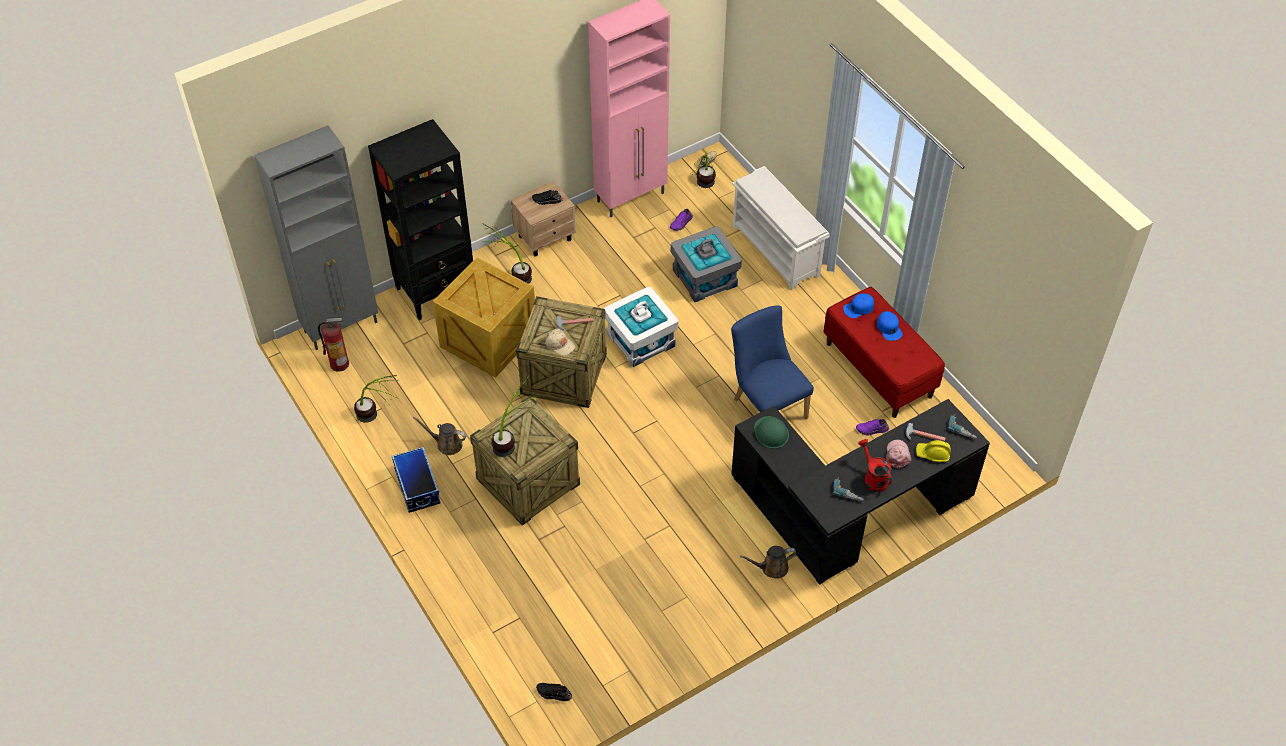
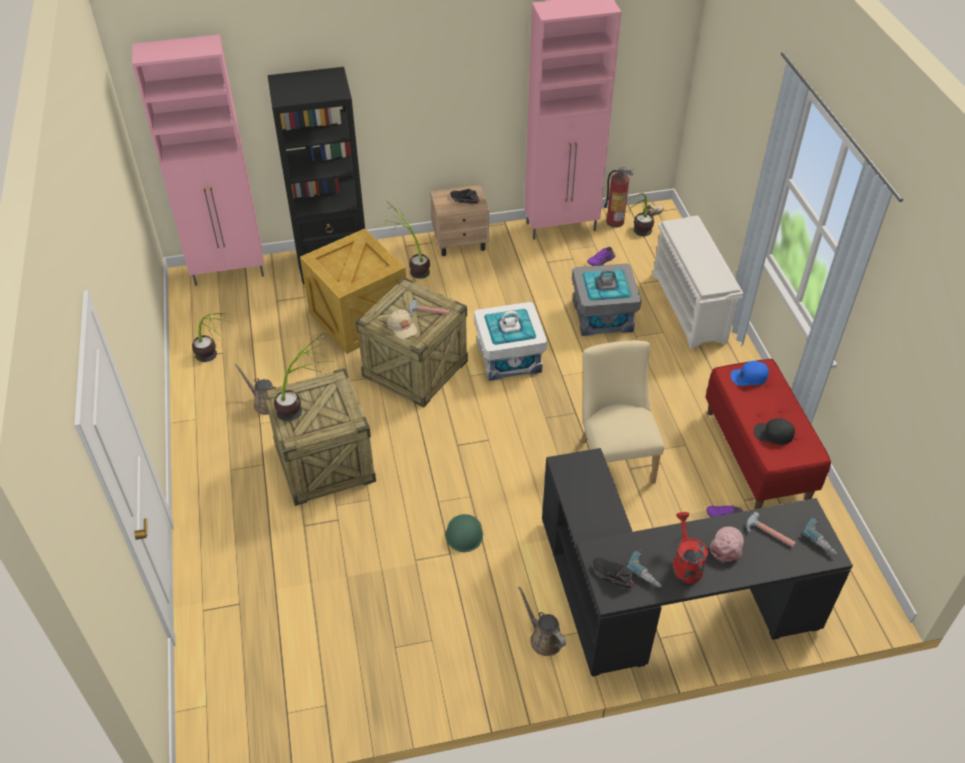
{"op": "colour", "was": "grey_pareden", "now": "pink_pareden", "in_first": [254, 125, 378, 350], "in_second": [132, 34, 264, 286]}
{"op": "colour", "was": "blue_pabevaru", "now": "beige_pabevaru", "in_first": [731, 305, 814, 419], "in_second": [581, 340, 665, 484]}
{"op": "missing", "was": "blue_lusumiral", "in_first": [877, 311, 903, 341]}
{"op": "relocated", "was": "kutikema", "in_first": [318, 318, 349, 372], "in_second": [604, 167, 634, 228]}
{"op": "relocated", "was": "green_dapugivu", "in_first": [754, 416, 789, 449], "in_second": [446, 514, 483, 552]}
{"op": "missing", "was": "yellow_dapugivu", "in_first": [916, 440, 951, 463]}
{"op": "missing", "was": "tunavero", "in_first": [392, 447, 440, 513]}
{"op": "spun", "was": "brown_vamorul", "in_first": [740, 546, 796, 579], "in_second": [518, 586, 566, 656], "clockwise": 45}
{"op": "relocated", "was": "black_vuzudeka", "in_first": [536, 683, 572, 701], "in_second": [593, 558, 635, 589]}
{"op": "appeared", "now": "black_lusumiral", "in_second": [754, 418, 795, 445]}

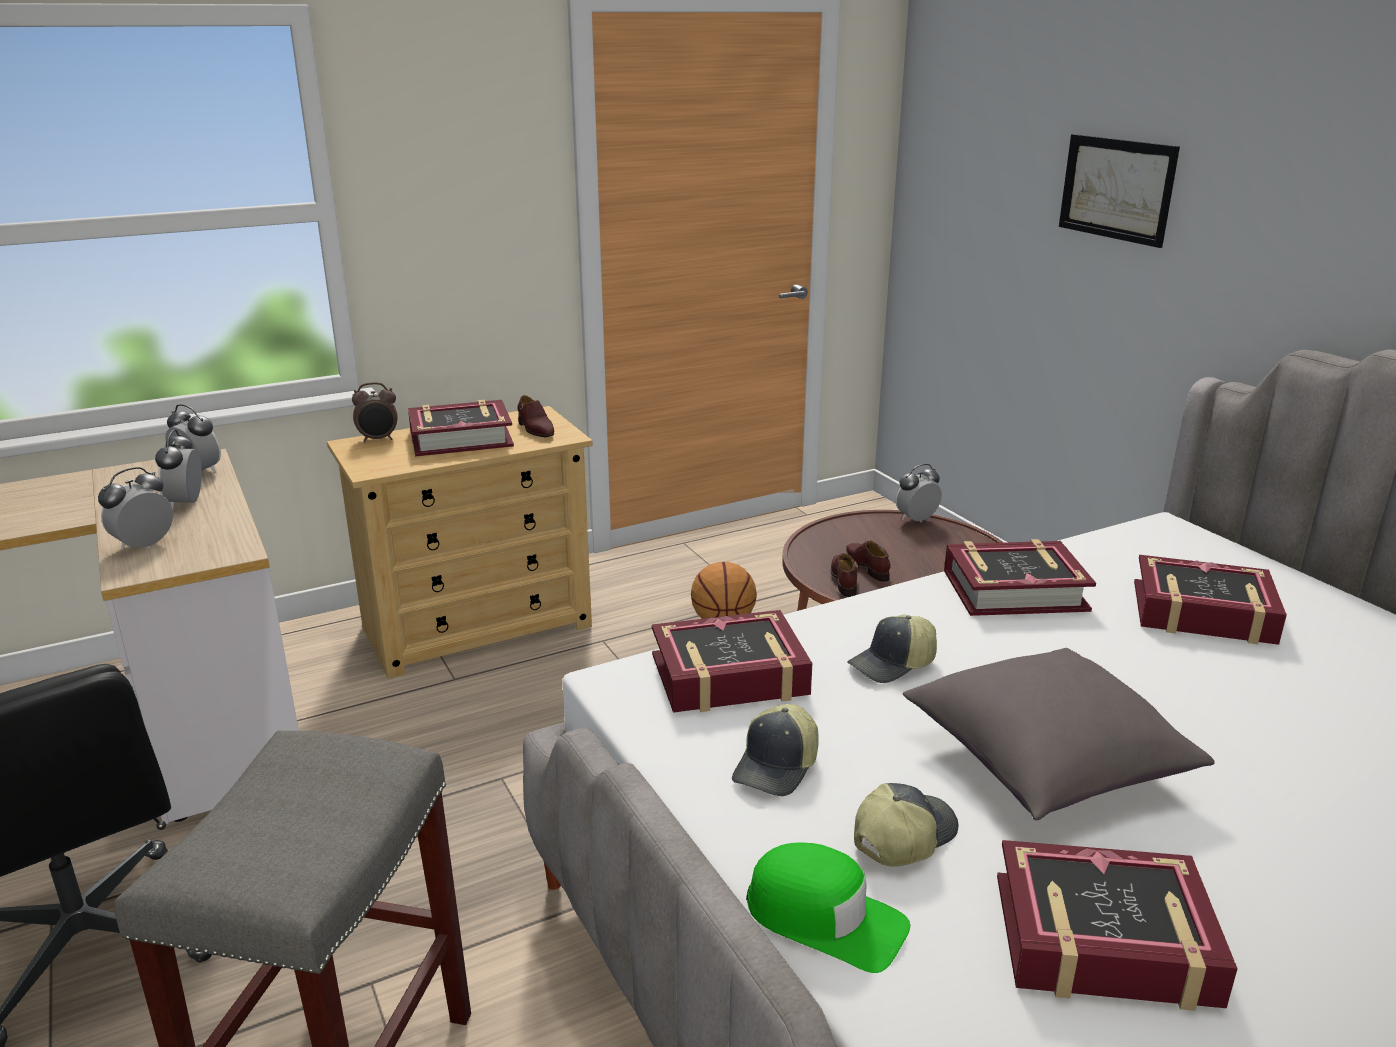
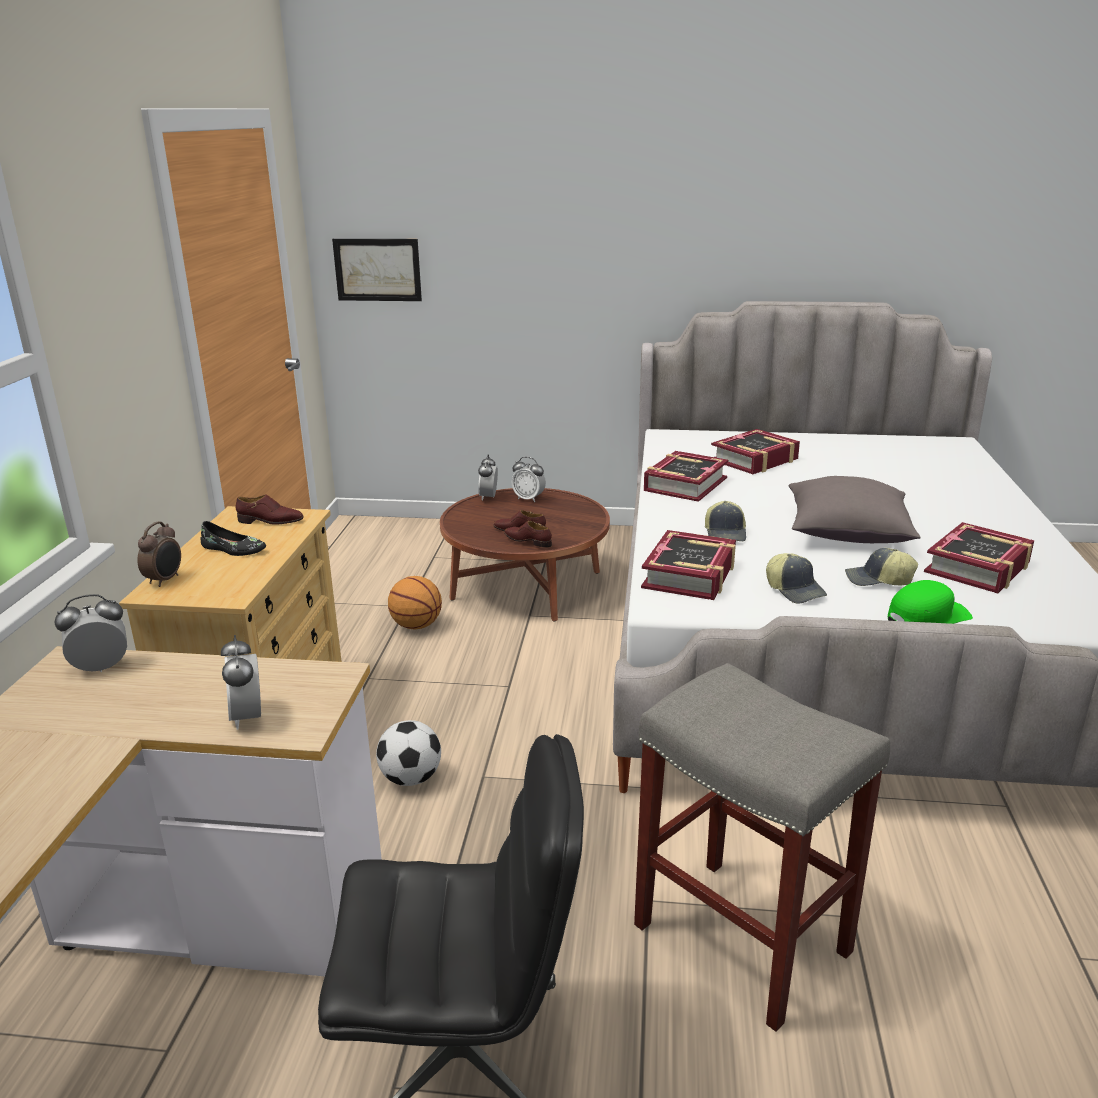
{"op": "relocated", "was": "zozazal", "in_first": [1059, 134, 1180, 248], "in_second": [332, 239, 422, 301]}
{"op": "exchanged", "was": "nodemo", "now": "black_vuzudeka", "in_first": [408, 400, 514, 456], "in_second": [201, 521, 266, 556]}
{"op": "relocated", "was": "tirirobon", "in_first": [155, 430, 202, 510], "in_second": [512, 457, 546, 502]}
{"op": "spun", "was": "lusumiral", "in_first": [854, 783, 958, 867], "in_second": [845, 548, 918, 586], "clockwise": -75}
{"op": "appeared", "now": "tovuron", "in_second": [376, 720, 441, 786]}

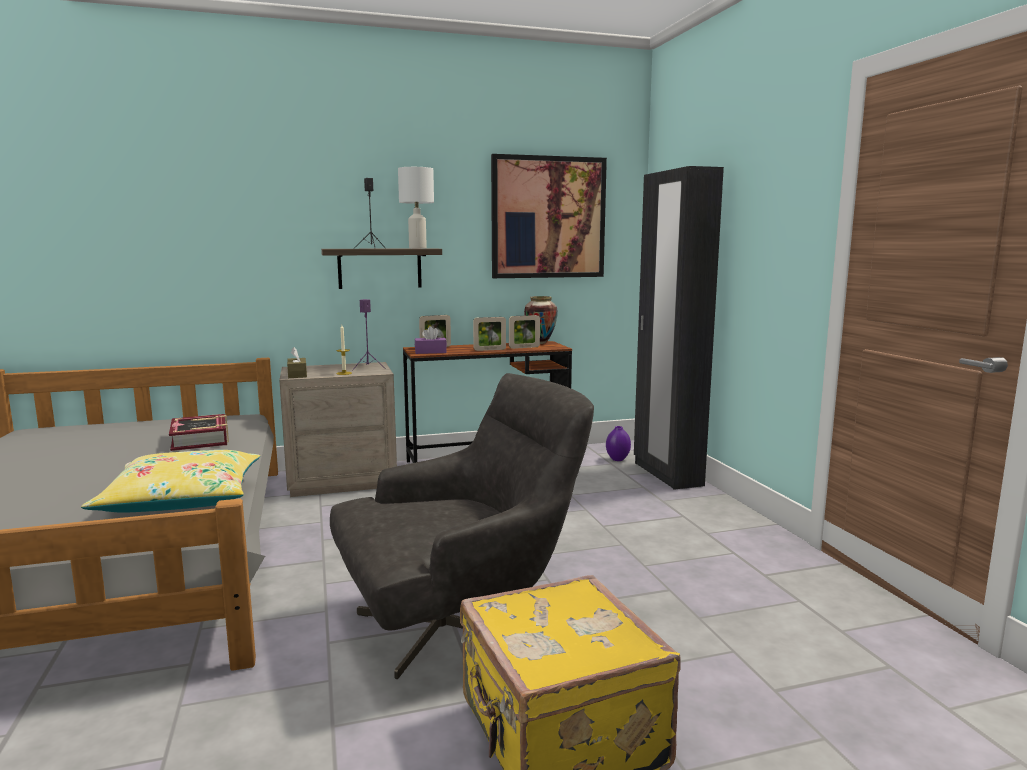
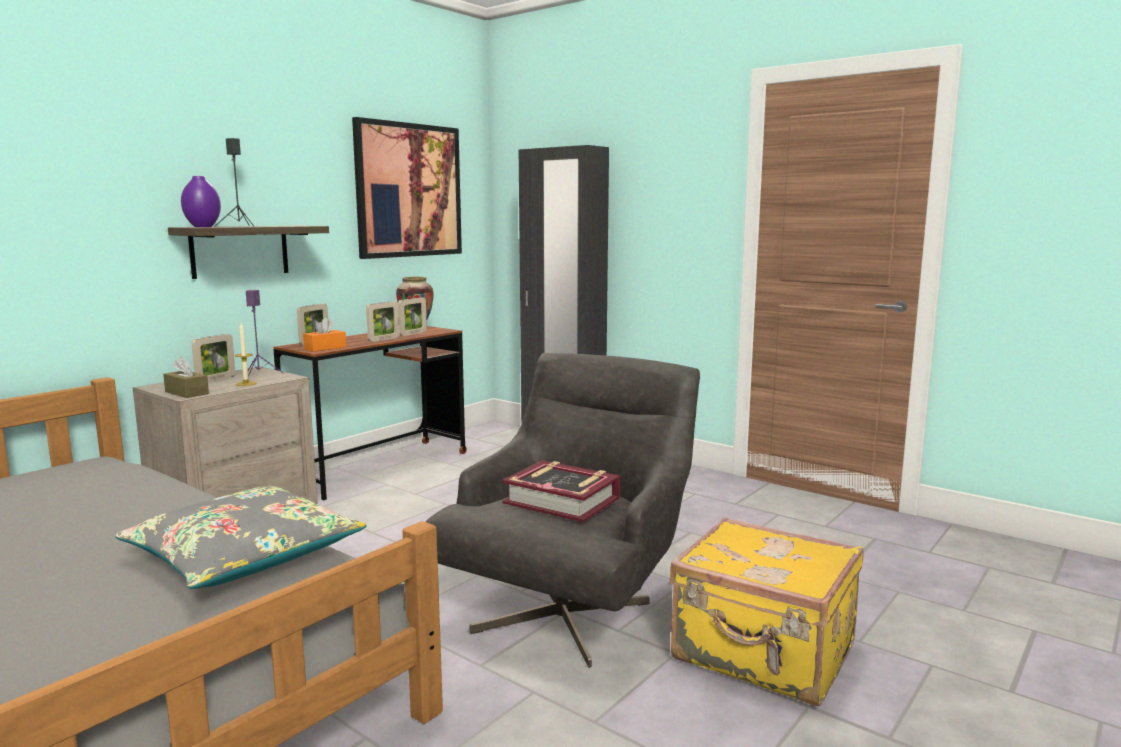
{"op": "missing", "was": "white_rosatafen", "in_first": [398, 167, 434, 248]}
{"op": "colour", "was": "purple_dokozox", "now": "orange_dokozox", "in_first": [415, 326, 447, 354], "in_second": [303, 318, 346, 352]}
{"op": "relocated", "was": "nodemo", "in_first": [169, 414, 229, 451], "in_second": [502, 460, 620, 522]}
{"op": "relocated", "was": "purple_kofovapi", "in_first": [606, 426, 631, 461], "in_second": [181, 176, 221, 227]}
{"op": "colour", "was": "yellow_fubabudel", "now": "grey_fubabudel", "in_first": [81, 450, 260, 512], "in_second": [115, 486, 366, 589]}
{"op": "appeared", "now": "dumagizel", "in_second": [191, 334, 236, 382]}

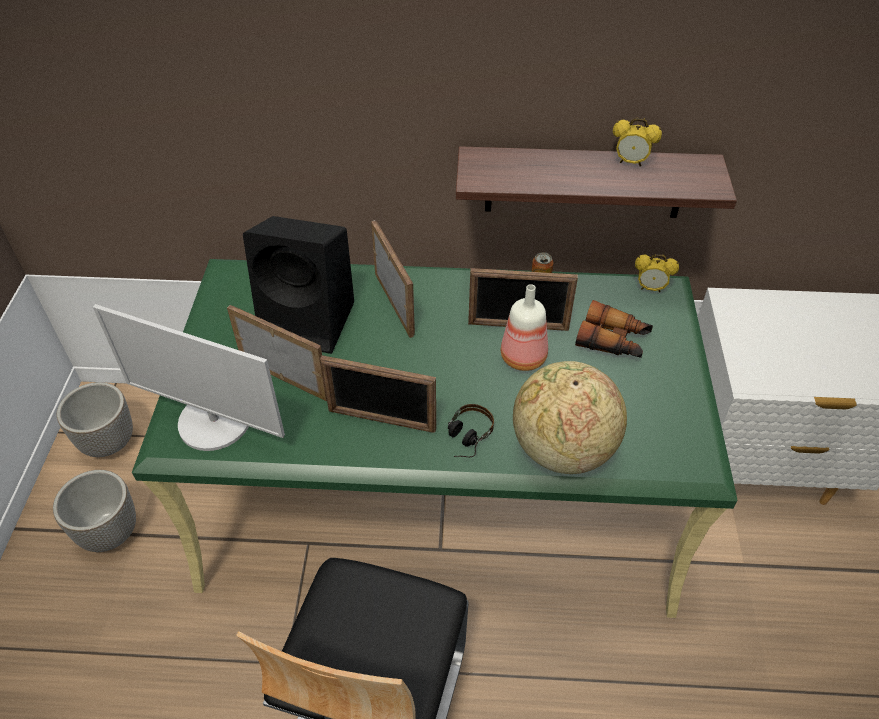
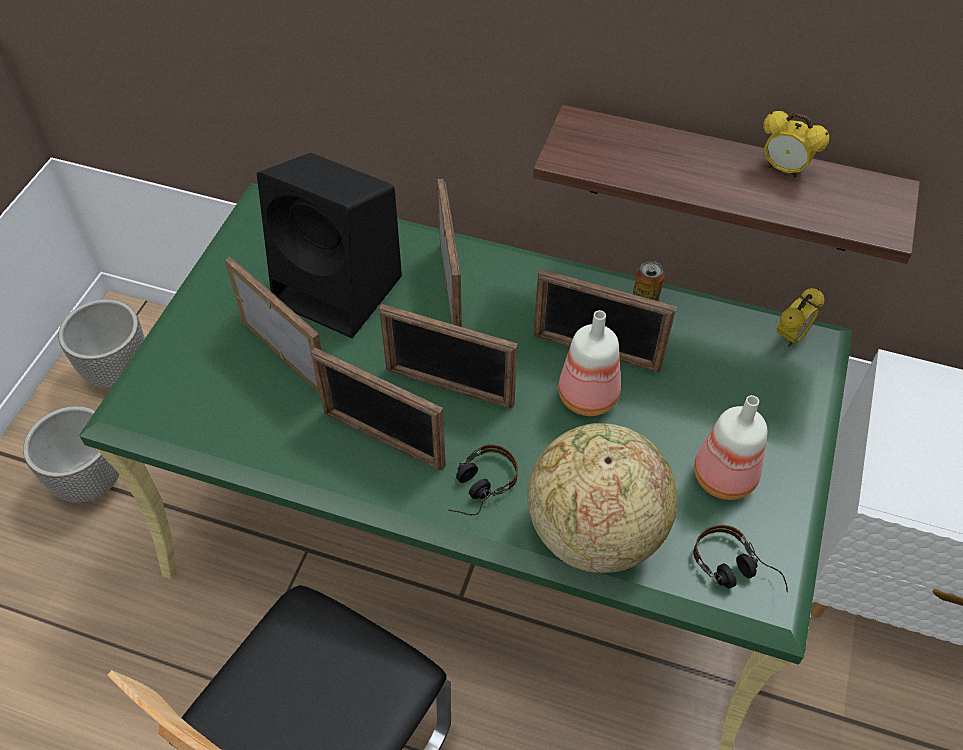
{"op": "spun", "was": "tirirobon", "in_first": [635, 254, 679, 293], "in_second": [777, 288, 824, 347], "clockwise": -75}
{"op": "missing", "was": "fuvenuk", "in_first": [575, 300, 653, 358]}
{"op": "missing", "was": "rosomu", "in_first": [93, 304, 285, 451]}
{"op": "appeared", "now": "dumagizel", "in_second": [379, 304, 518, 409]}
{"op": "appeared", "now": "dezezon", "in_second": [694, 395, 767, 500]}
{"op": "appeared", "now": "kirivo", "in_second": [693, 525, 788, 593]}

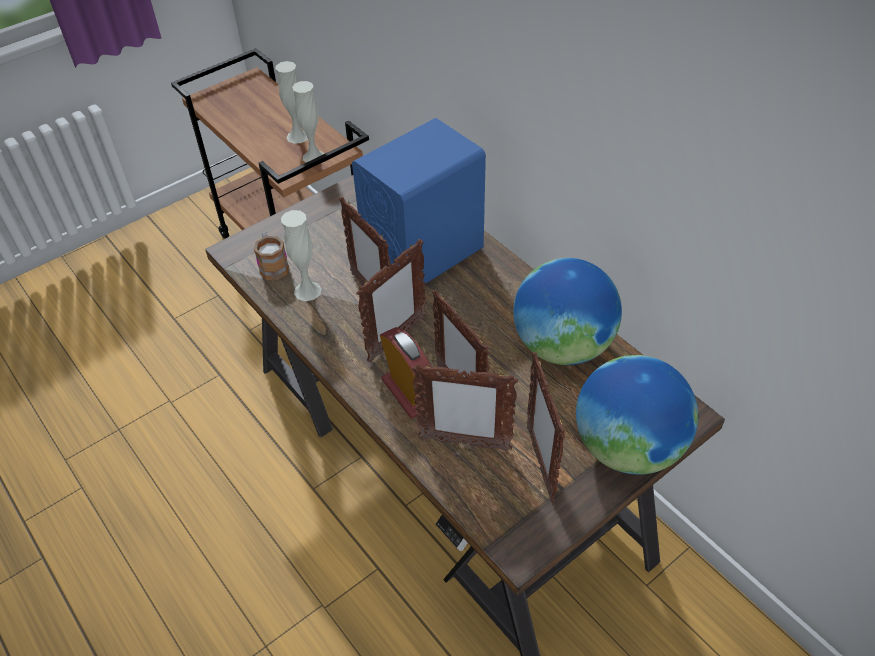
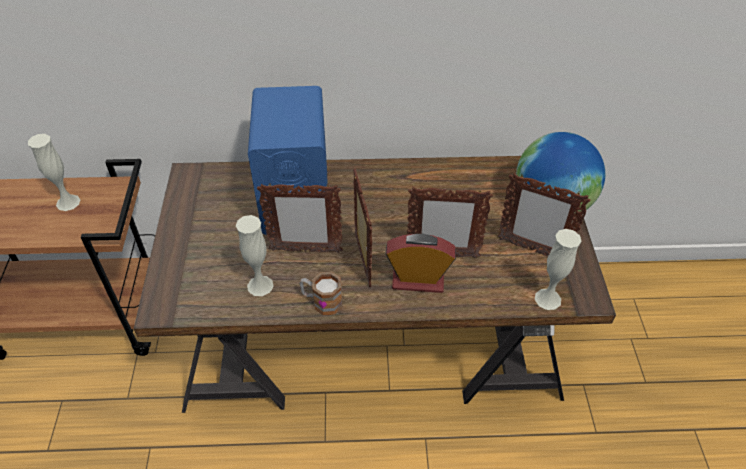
{"op": "relocated", "was": "white_kofovapi", "in_first": [292, 81, 324, 163], "in_second": [535, 229, 581, 310]}
{"op": "relocated", "was": "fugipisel", "in_first": [254, 231, 289, 280], "in_second": [299, 272, 342, 315]}
{"op": "missing", "was": "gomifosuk", "in_first": [513, 258, 622, 365]}
{"op": "missing", "was": "dumagizel", "in_first": [411, 364, 518, 451]}

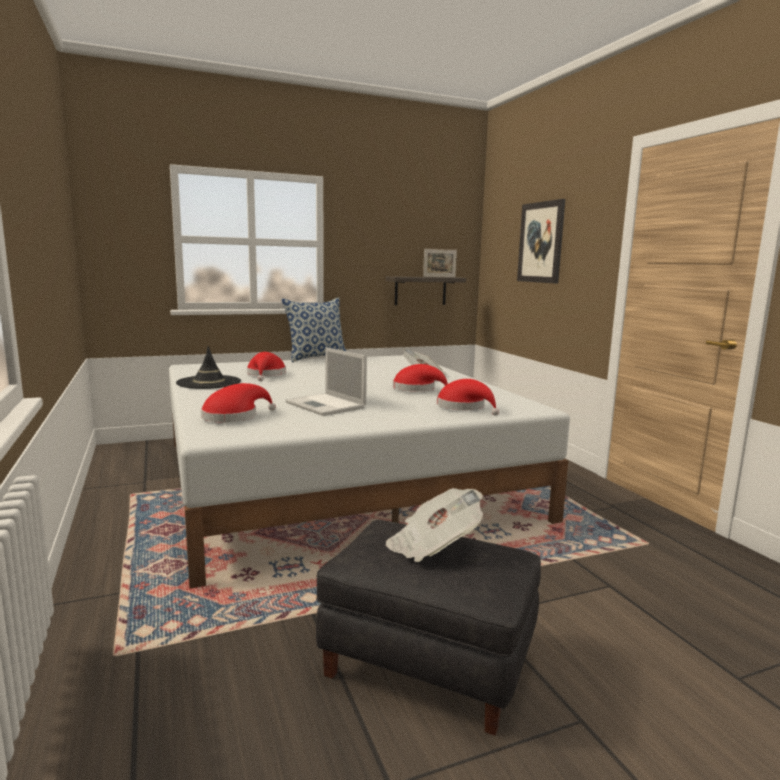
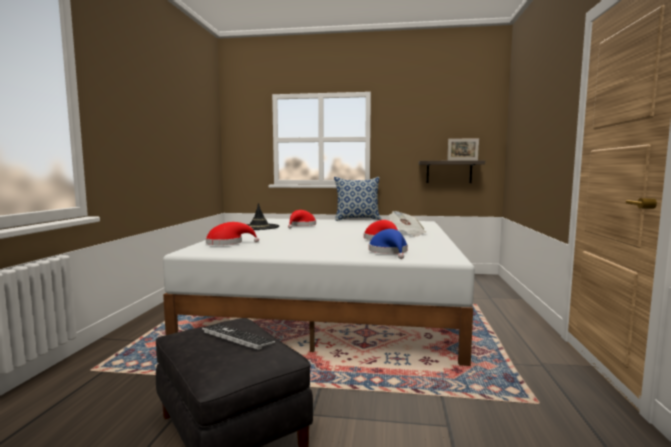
{"op": "missing", "was": "zozazal", "in_first": [517, 199, 565, 284]}
{"op": "missing", "was": "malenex", "in_first": [285, 347, 367, 416]}
{"op": "colour", "was": "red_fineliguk", "now": "blue_fineliguk", "in_first": [437, 379, 499, 416], "in_second": [369, 229, 408, 259]}
{"op": "exchanged", "was": "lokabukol", "now": "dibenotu", "in_first": [386, 488, 483, 562], "in_second": [202, 325, 275, 350]}

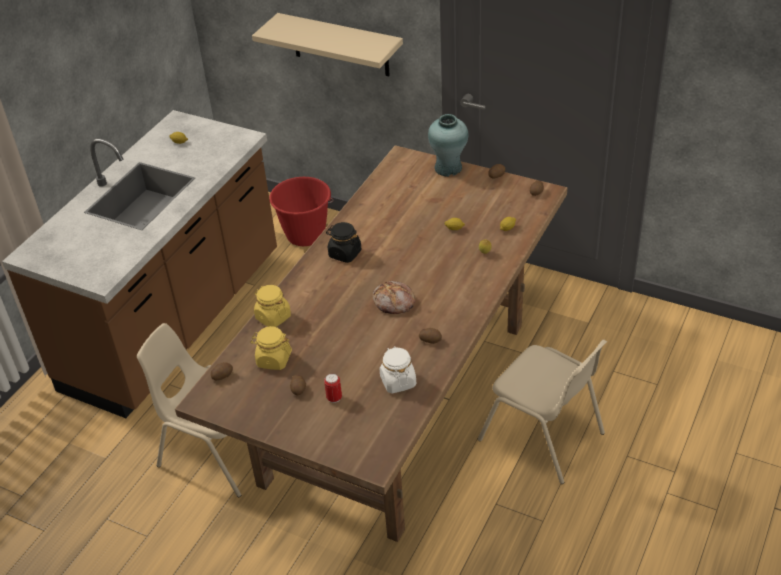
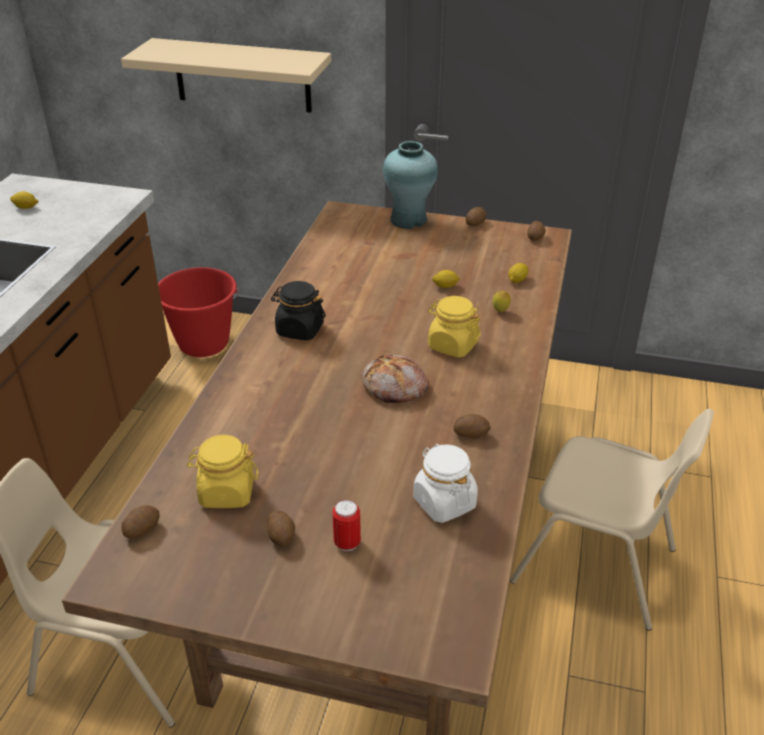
{"op": "relocated", "was": "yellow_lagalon", "in_first": [254, 285, 291, 327], "in_second": [428, 296, 481, 358]}

